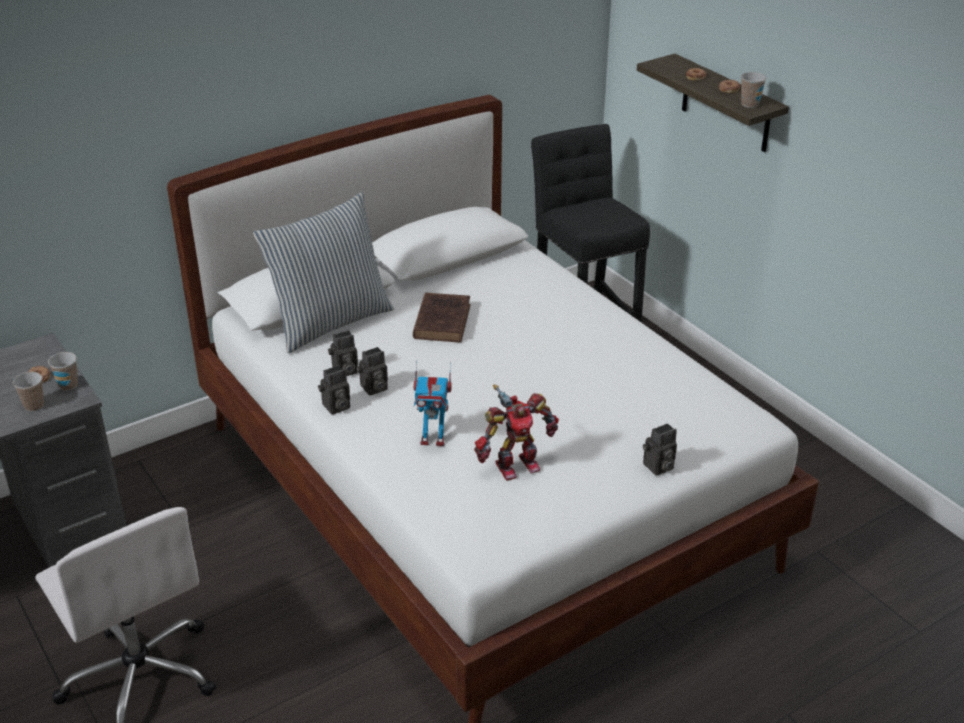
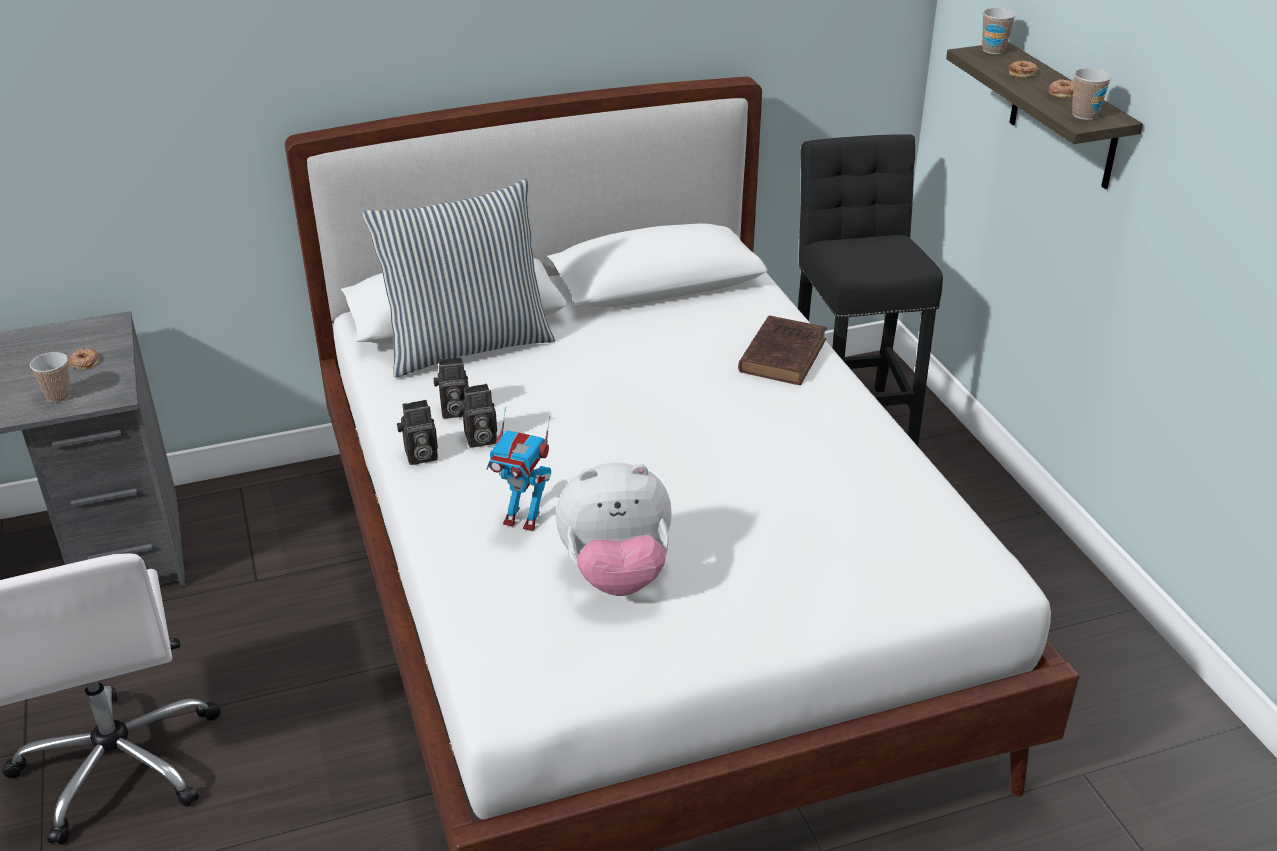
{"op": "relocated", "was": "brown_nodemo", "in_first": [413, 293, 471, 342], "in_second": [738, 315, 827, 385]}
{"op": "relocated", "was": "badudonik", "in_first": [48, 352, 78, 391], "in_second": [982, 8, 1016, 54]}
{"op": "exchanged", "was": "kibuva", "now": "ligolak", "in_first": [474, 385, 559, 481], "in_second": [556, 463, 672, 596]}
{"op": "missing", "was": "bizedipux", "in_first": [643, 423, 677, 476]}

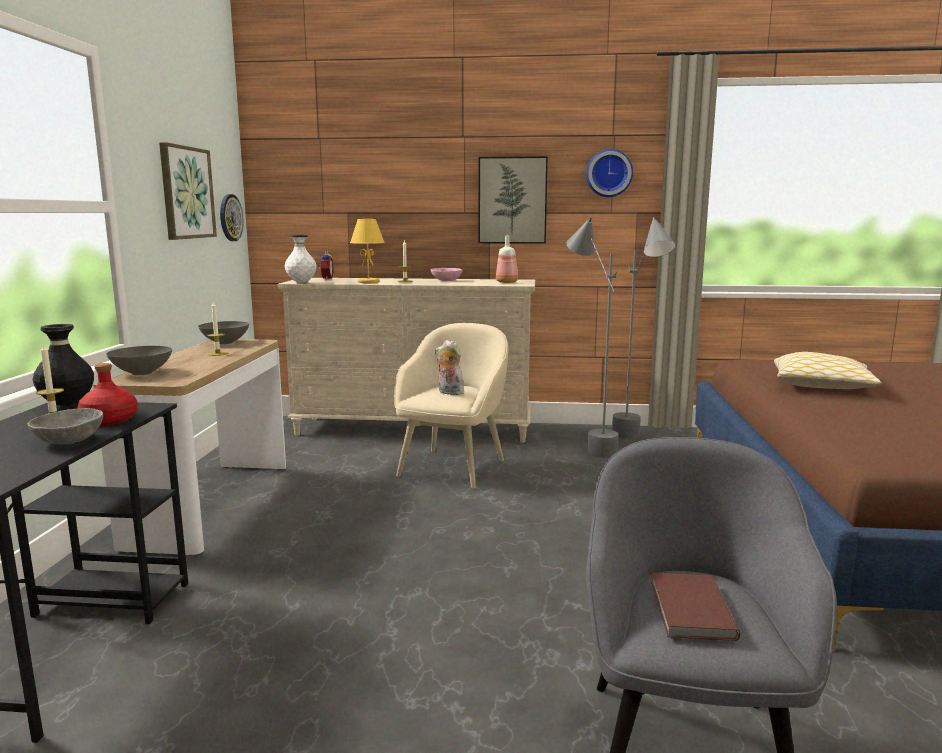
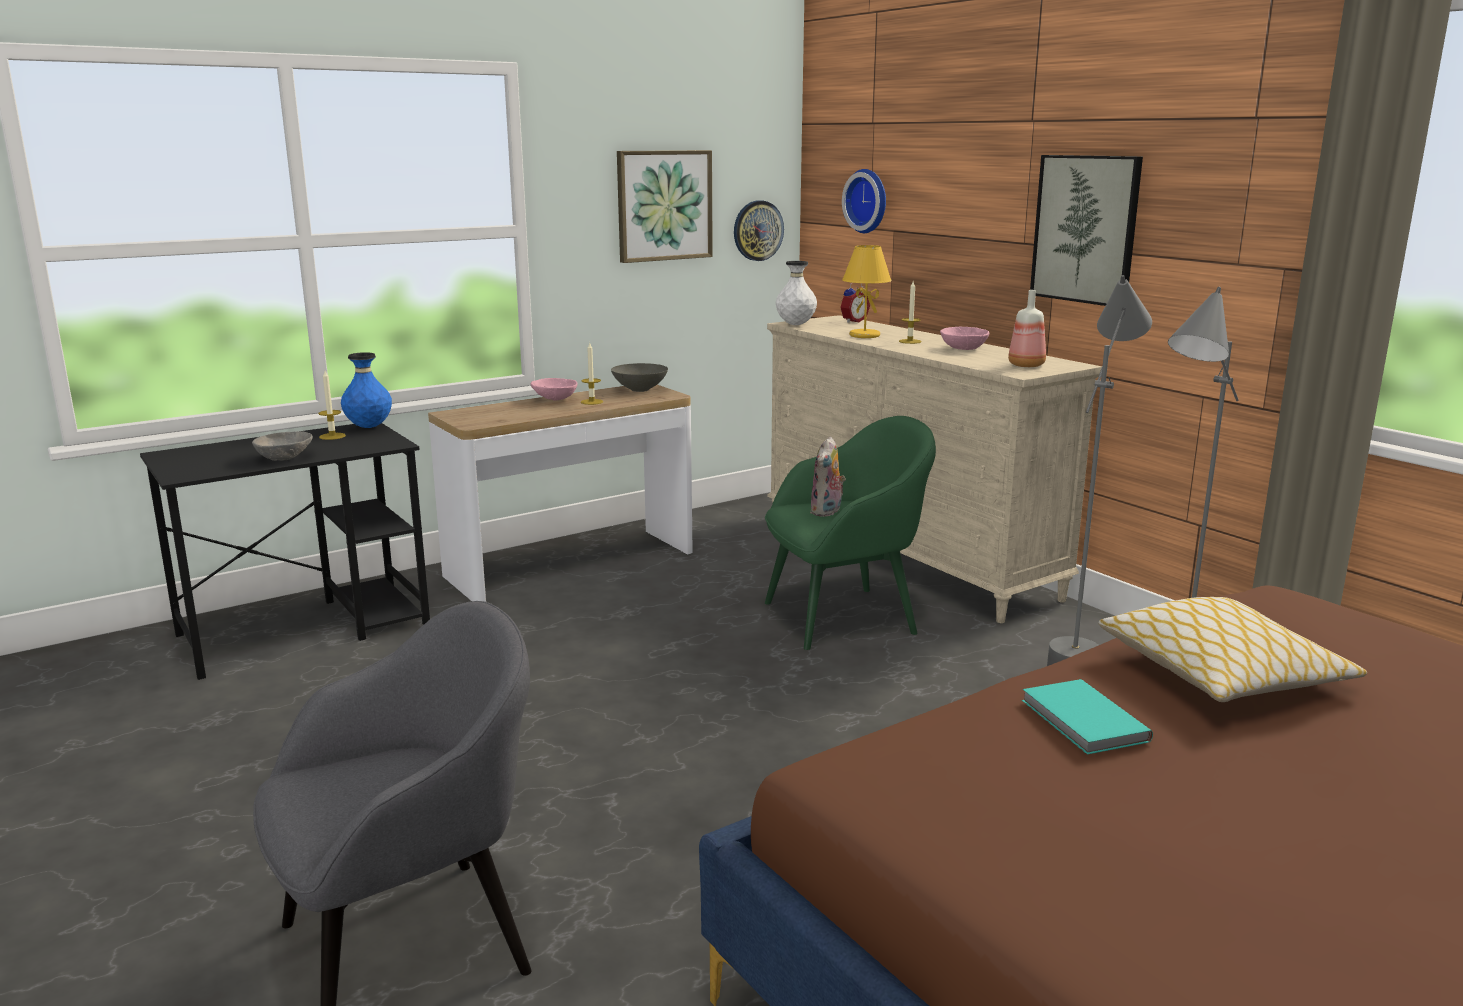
{"op": "relocated", "was": "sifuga", "in_first": [586, 149, 633, 197], "in_second": [842, 169, 886, 233]}
{"op": "colour", "was": "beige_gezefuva", "now": "green_gezefuva", "in_first": [394, 323, 508, 488], "in_second": [765, 416, 936, 650]}
{"op": "colour", "was": "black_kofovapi", "now": "blue_kofovapi", "in_first": [33, 324, 94, 406], "in_second": [341, 352, 392, 428]}
{"op": "spun", "was": "ligolak", "in_first": [435, 340, 464, 395], "in_second": [810, 436, 846, 517], "clockwise": -150}
{"op": "missing", "was": "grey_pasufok", "in_first": [106, 346, 172, 375]}
{"op": "missing", "was": "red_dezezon", "in_first": [77, 363, 138, 426]}
{"op": "missing", "was": "brown_nodemo", "in_first": [651, 573, 740, 641]}
{"op": "appeared", "now": "pink_pasufok", "in_second": [530, 378, 578, 401]}
{"op": "appeared", "now": "turquoise_nodemo", "in_second": [1022, 679, 1153, 754]}

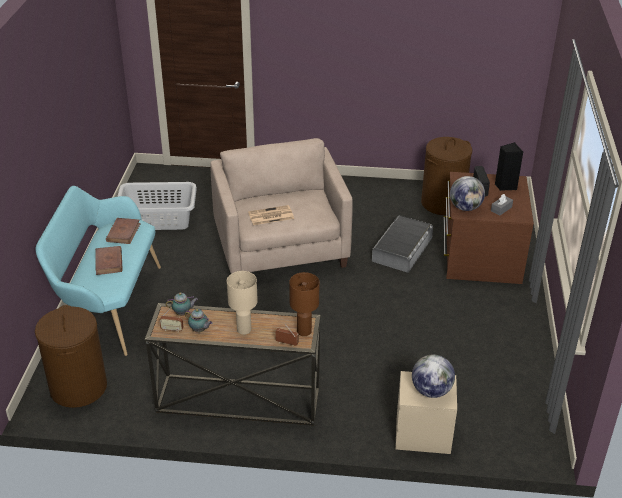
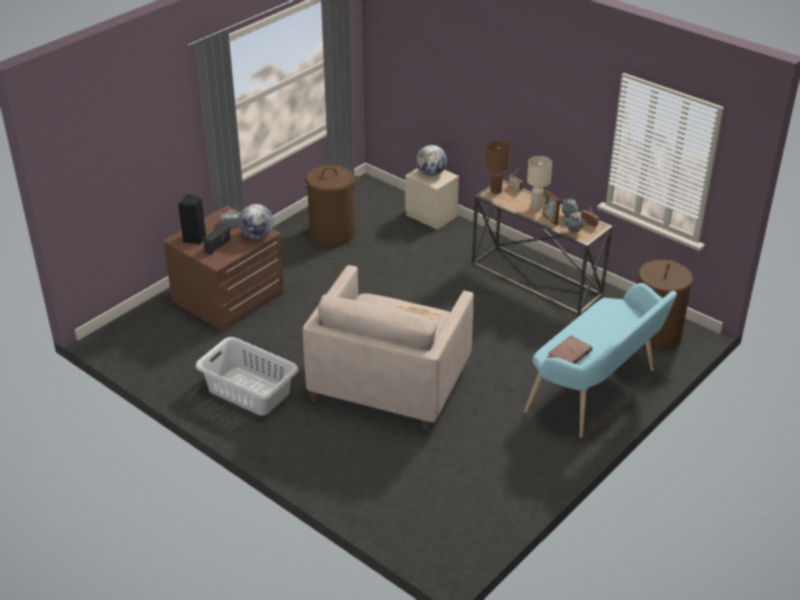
{"op": "relocated", "was": "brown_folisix", "in_first": [421, 137, 472, 215], "in_second": [301, 165, 360, 246]}
{"op": "relocated", "was": "grey_folisix", "in_first": [117, 182, 197, 230], "in_second": [196, 337, 298, 416]}
{"op": "missing", "was": "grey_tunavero", "in_first": [372, 215, 433, 273]}
{"op": "missing", "was": "brown_nodemo", "in_first": [95, 246, 123, 275]}
{"op": "appeared", "now": "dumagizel", "in_second": [543, 190, 560, 225]}

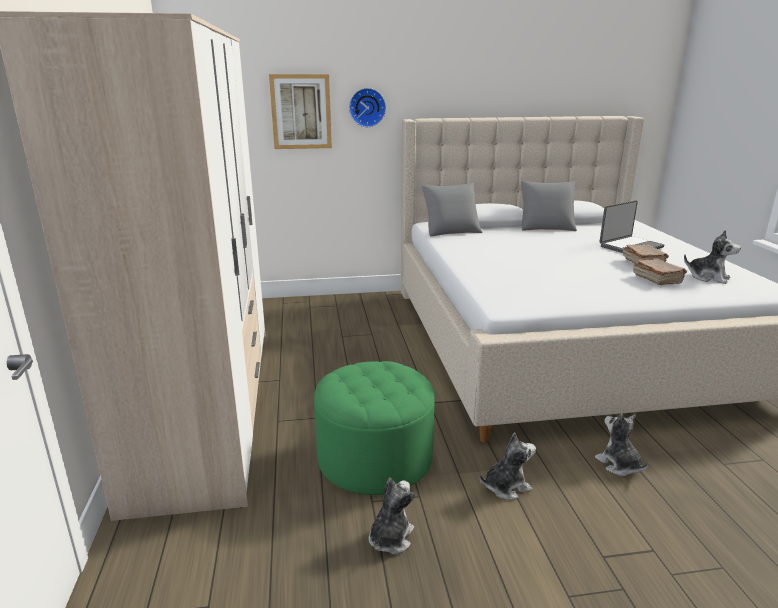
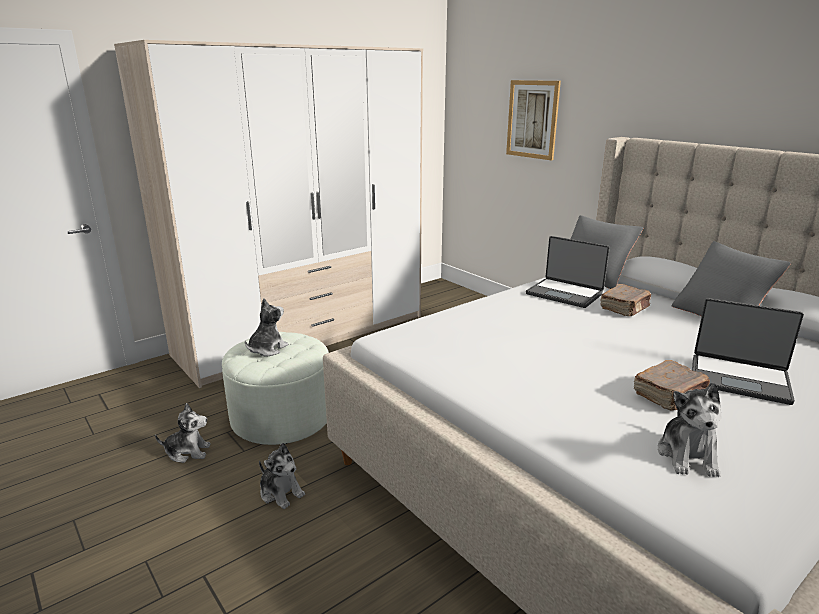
{"op": "missing", "was": "sifuga", "in_first": [349, 88, 386, 127]}
{"op": "relocated", "was": "brown_nodemo", "in_first": [633, 258, 687, 285], "in_second": [601, 284, 651, 316]}
{"op": "colour", "was": "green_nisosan", "now": "white_nisosan", "in_first": [314, 361, 435, 495], "in_second": [222, 332, 329, 445]}
{"op": "relocated", "was": "ligolak", "in_first": [595, 414, 649, 476], "in_second": [245, 299, 288, 357]}
{"op": "appeared", "now": "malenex", "in_second": [526, 236, 610, 308]}

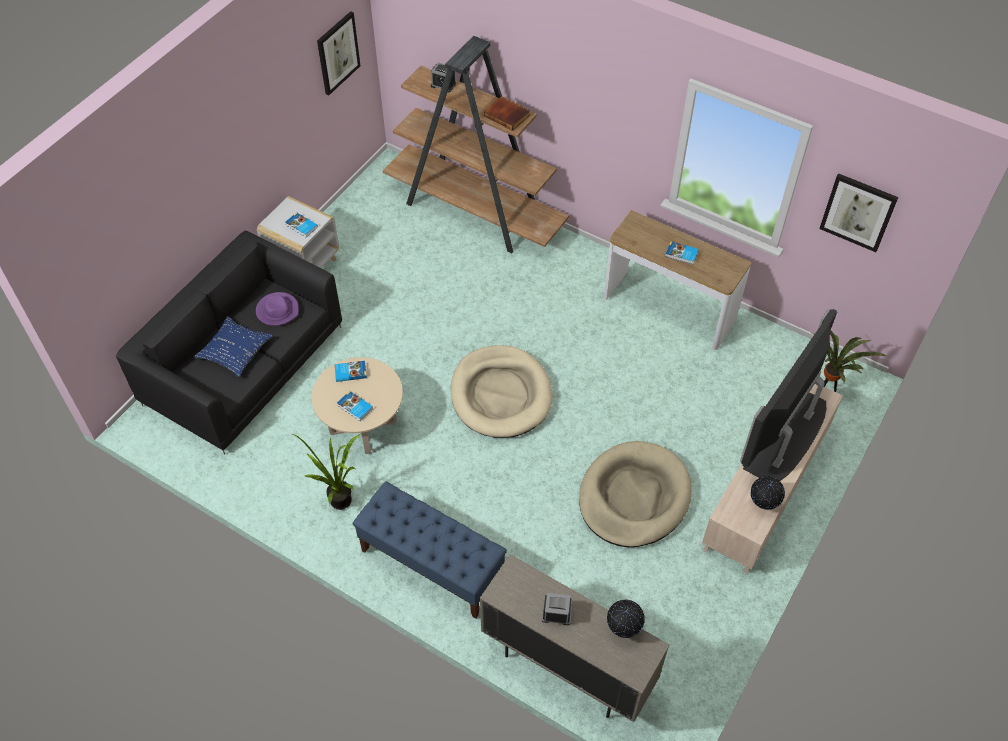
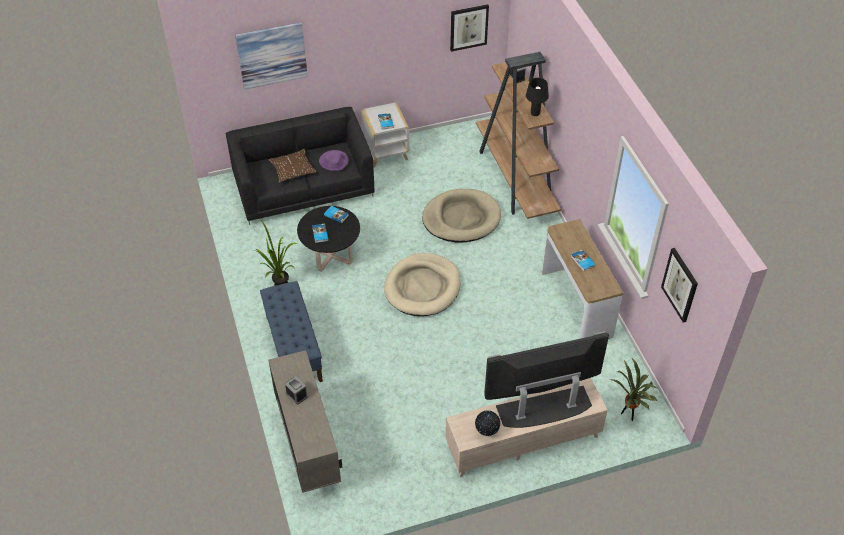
{"op": "exchanged", "was": "nodemo", "now": "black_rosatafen", "in_first": [484, 96, 530, 131], "in_second": [526, 78, 549, 116]}
{"op": "colour", "was": "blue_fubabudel", "now": "brown_fubabudel", "in_first": [194, 316, 273, 377], "in_second": [268, 149, 317, 183]}
{"op": "colour", "was": "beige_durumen", "now": "black_durumen", "in_first": [312, 357, 403, 454], "in_second": [297, 206, 360, 272]}
{"op": "relocated", "was": "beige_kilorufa", "in_first": [579, 441, 692, 547], "in_second": [422, 189, 501, 243]}
{"op": "missing", "was": "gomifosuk", "in_first": [607, 600, 645, 638]}
{"op": "appeared", "now": "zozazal", "in_second": [235, 22, 308, 90]}

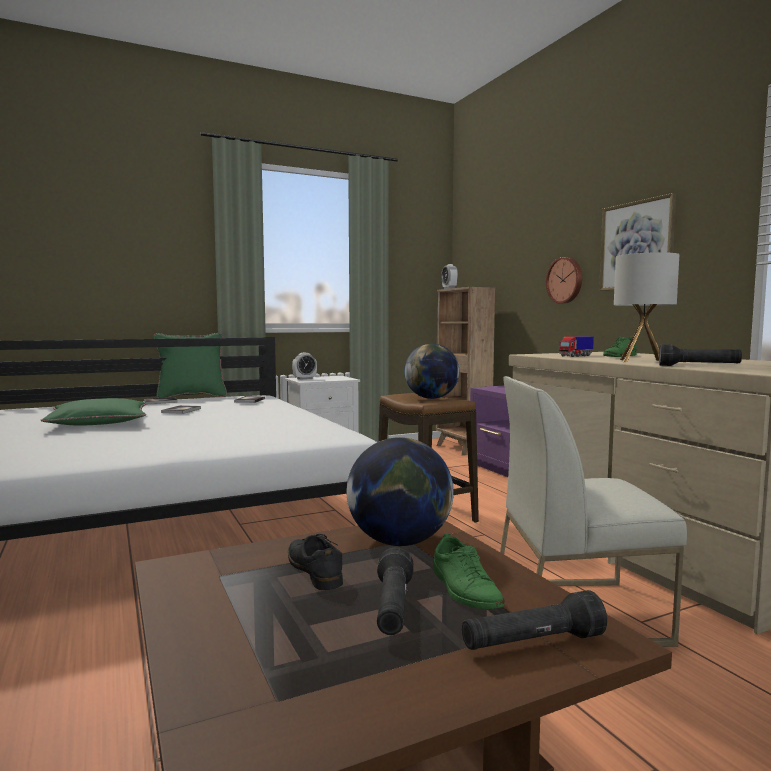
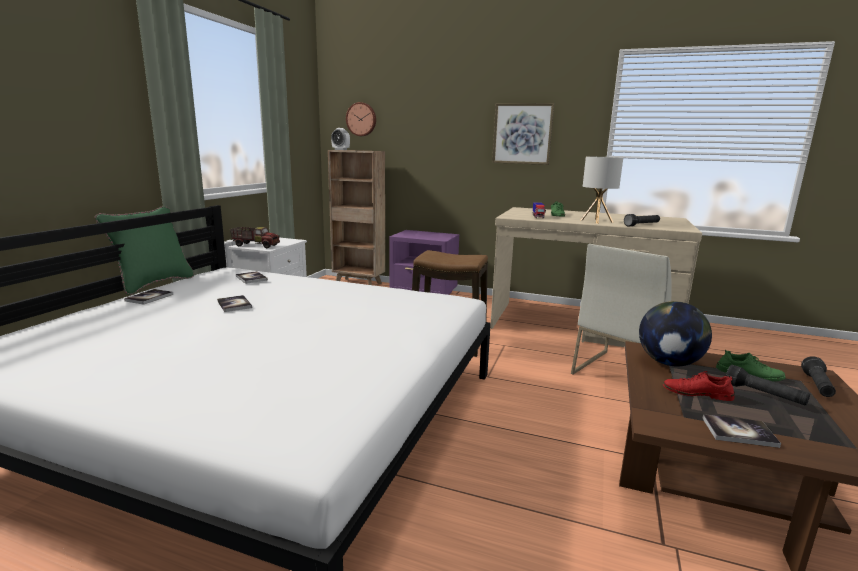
{"op": "relocated", "was": "sifuga", "in_first": [546, 257, 582, 304], "in_second": [346, 102, 376, 136]}
{"op": "missing", "was": "gomifosuk", "in_first": [404, 344, 459, 399]}
{"op": "exchanged", "was": "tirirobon", "now": "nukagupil", "in_first": [292, 353, 317, 380], "in_second": [230, 227, 280, 248]}
{"op": "missing", "was": "green_fubabudel", "in_first": [41, 398, 147, 425]}
{"op": "colour", "was": "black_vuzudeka", "now": "red_vuzudeka", "in_first": [288, 534, 343, 590], "in_second": [663, 371, 735, 401]}
{"op": "appeared", "now": "nodemo", "in_second": [702, 414, 781, 448]}

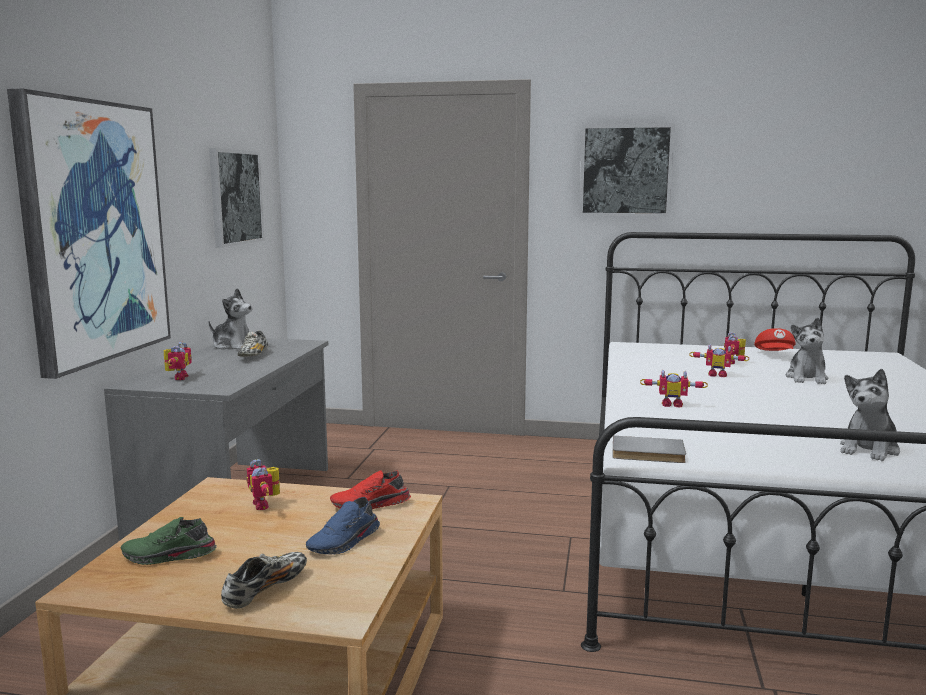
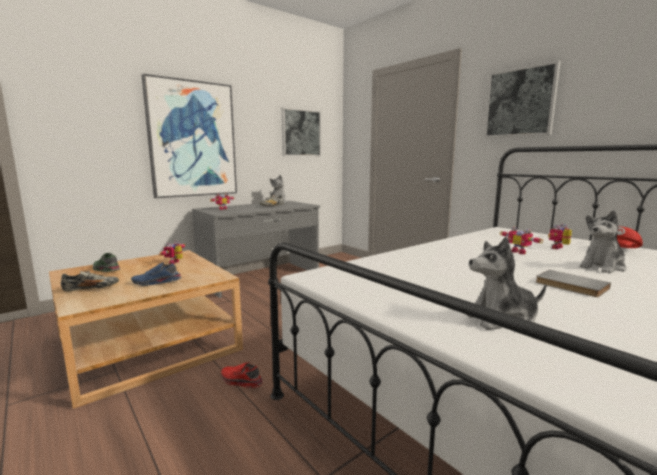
{"op": "missing", "was": "kibuva", "in_first": [640, 370, 708, 407]}
{"op": "relocated", "was": "grey_nodemo", "in_first": [613, 436, 686, 463], "in_second": [536, 270, 611, 297]}
{"op": "relocated", "was": "red_vuzudeka", "in_first": [330, 470, 411, 509], "in_second": [221, 362, 263, 388]}

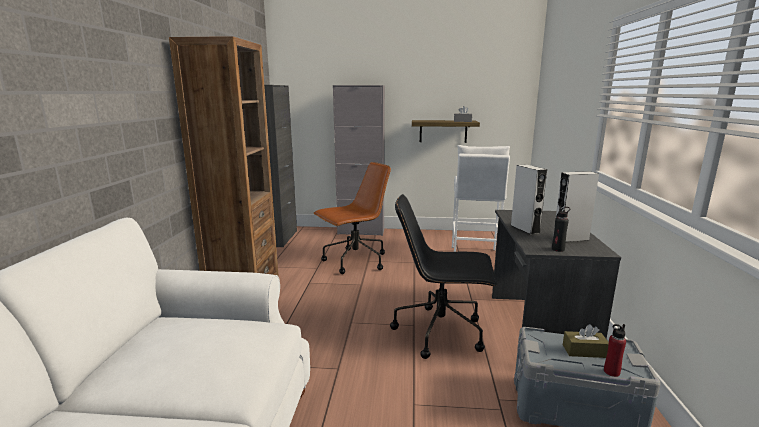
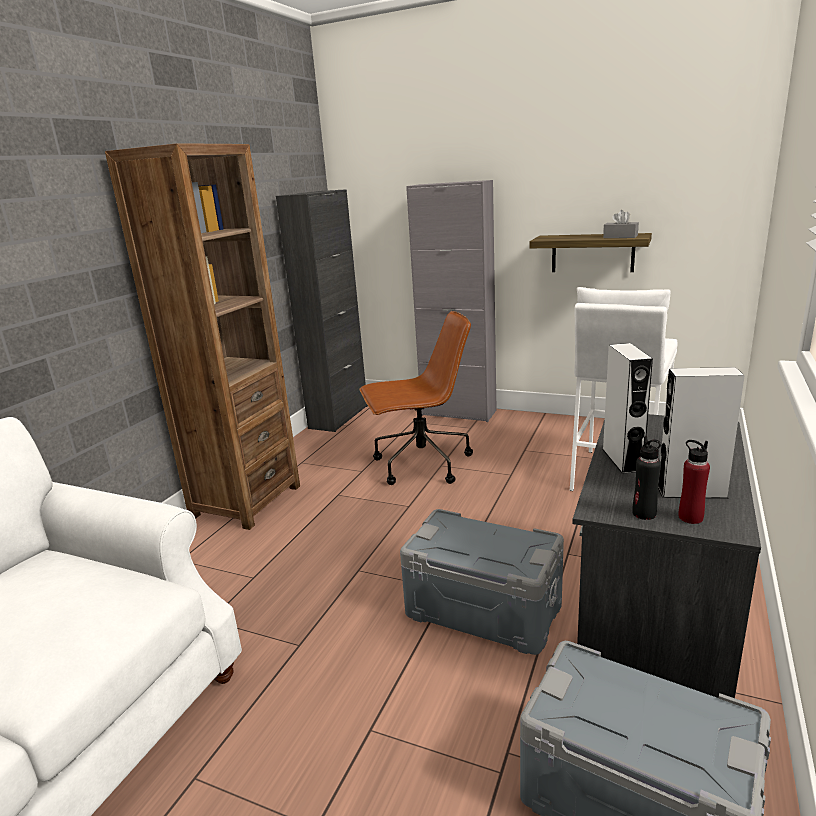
{"op": "exchanged", "was": "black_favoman", "now": "grey_tunavero", "in_first": [390, 194, 497, 359], "in_second": [400, 509, 564, 655]}
{"op": "missing", "was": "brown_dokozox", "in_first": [563, 324, 609, 358]}
{"op": "relocated", "was": "red_dezezon", "in_first": [604, 324, 626, 377], "in_second": [679, 440, 710, 524]}

